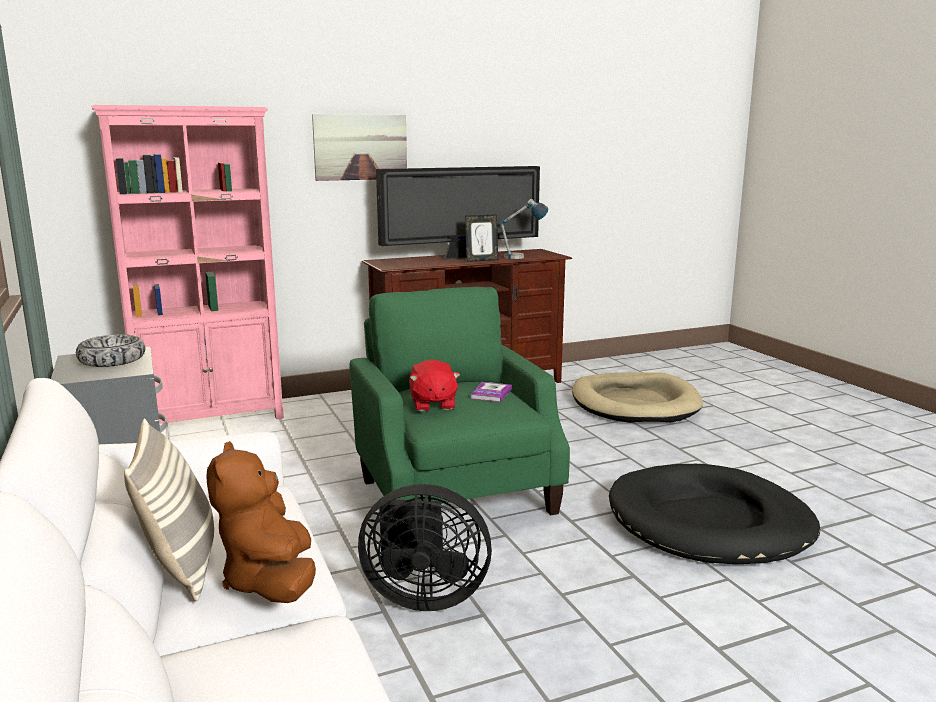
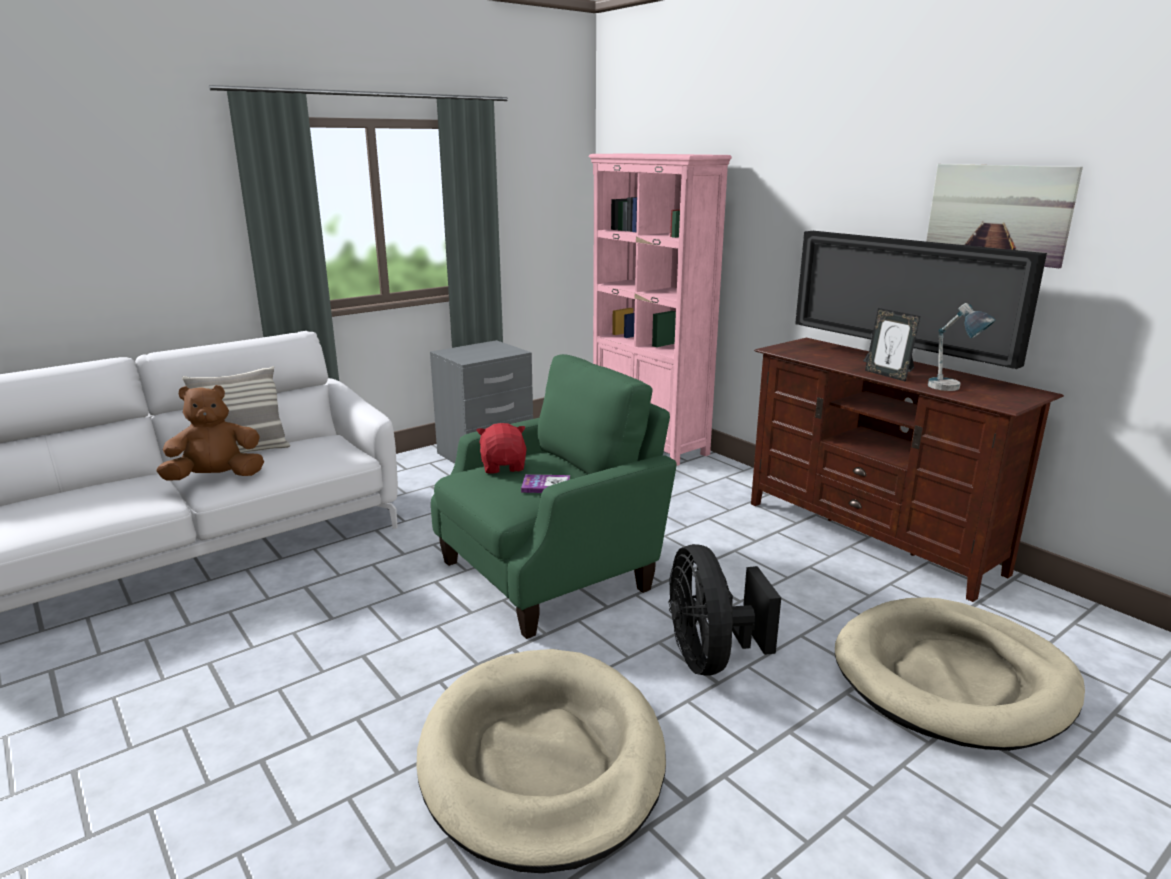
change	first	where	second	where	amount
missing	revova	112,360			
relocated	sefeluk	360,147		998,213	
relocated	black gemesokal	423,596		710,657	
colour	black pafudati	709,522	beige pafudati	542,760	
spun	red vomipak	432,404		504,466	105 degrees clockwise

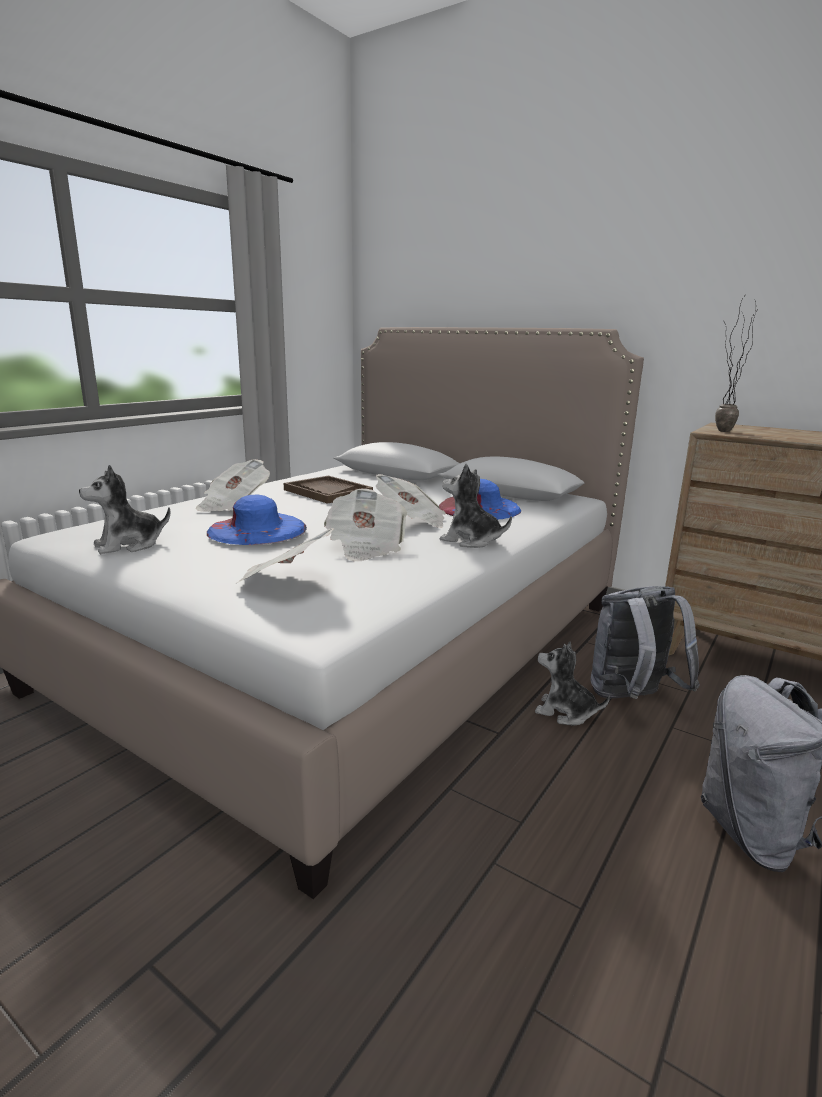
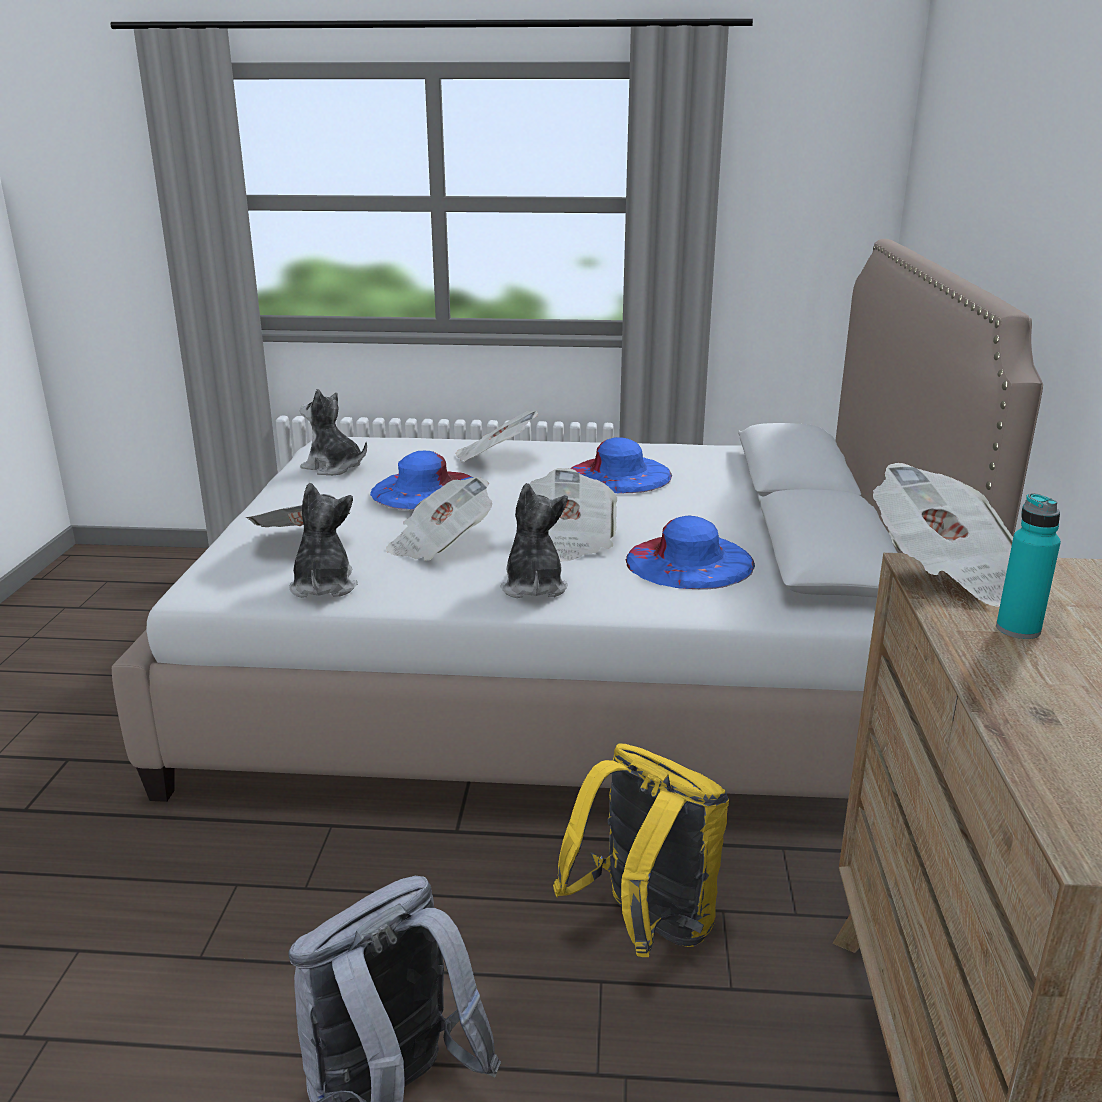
change	first	where	second	where	amount
appeared			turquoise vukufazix	1018,629	
relocated	vomipak	565,712		323,586	
exchanged	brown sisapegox	327,492	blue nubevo	619,475	
exchanged	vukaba	719,431	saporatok	946,572	
colour	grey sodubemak	631,699	yellow sodubemak	645,927	

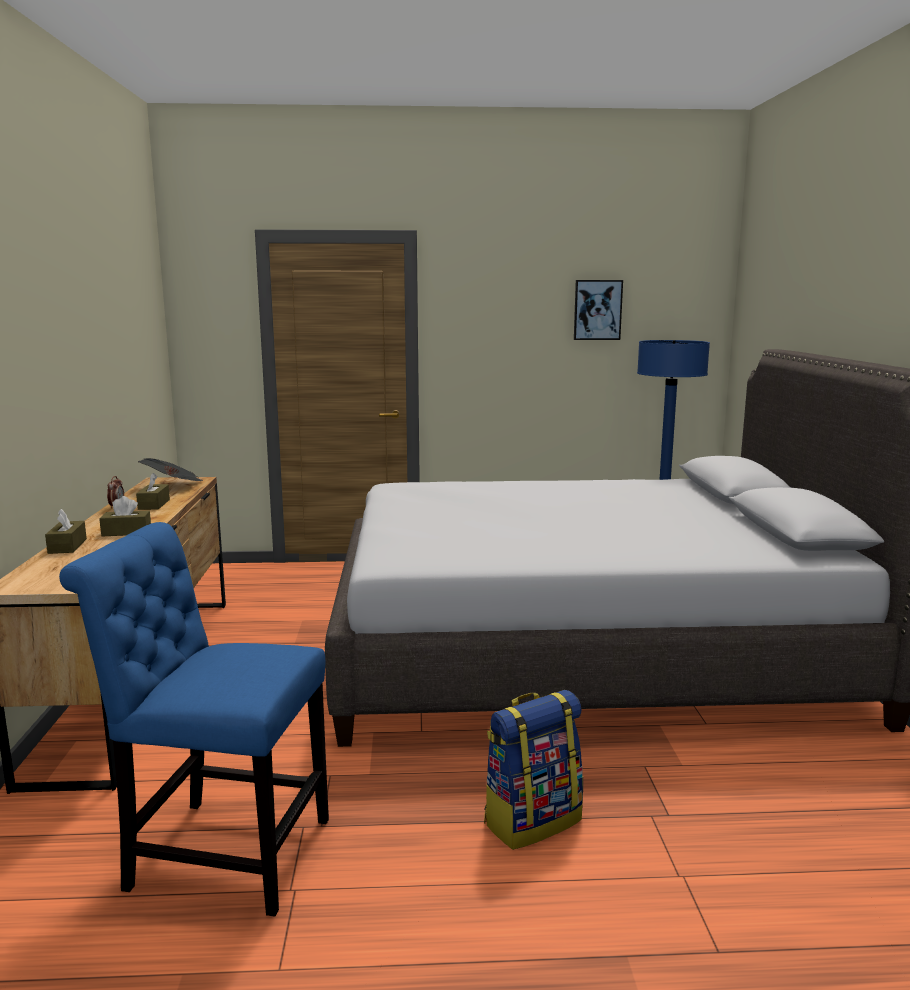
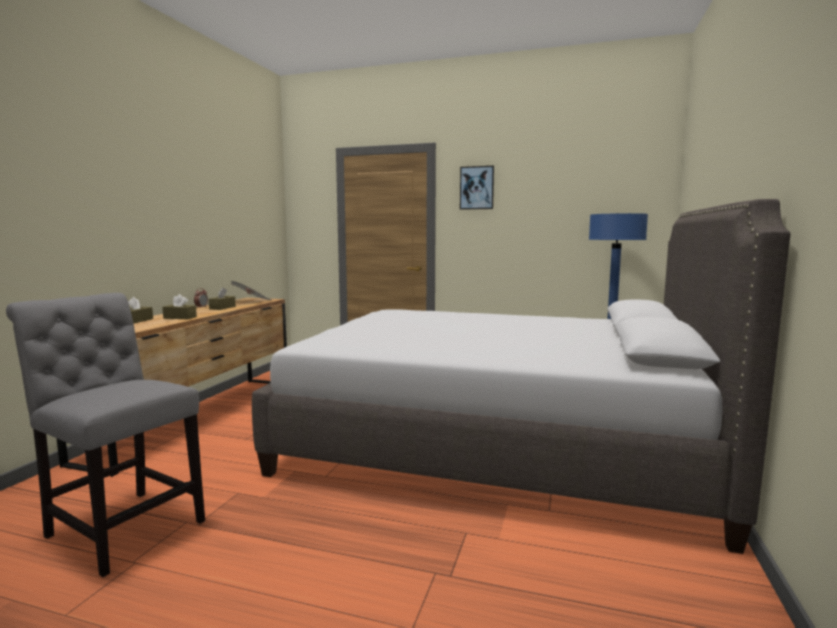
change	first	where	second	where	amount
missing	sodubemak	532,820			
relocated	sefeluk	597,310		477,188	
colour	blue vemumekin	220,852	grey vemumekin	122,527	

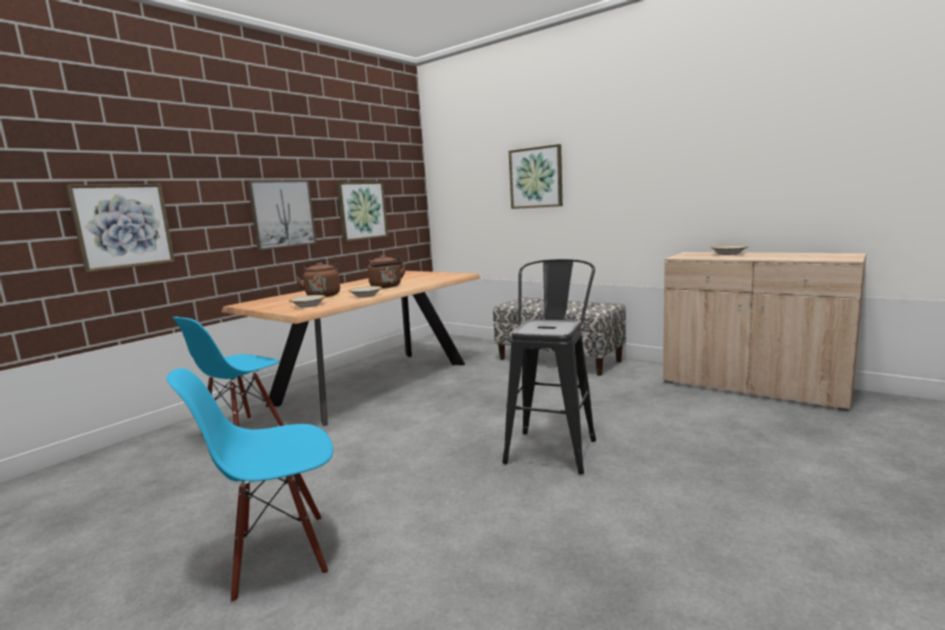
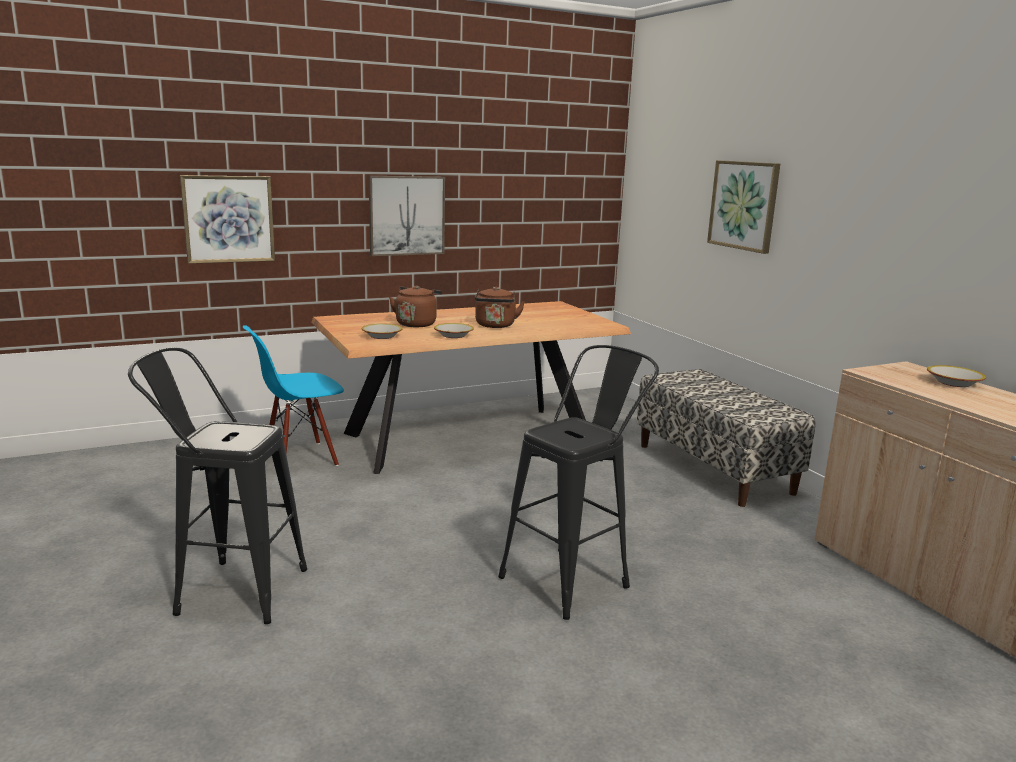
change	first	where	second	where	amount
missing	sefeluk	362,210			
exchanged	blue vemumekin	280,555	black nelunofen	229,590	

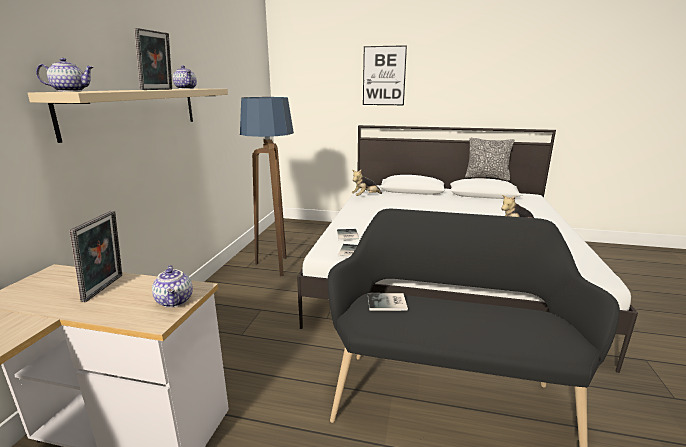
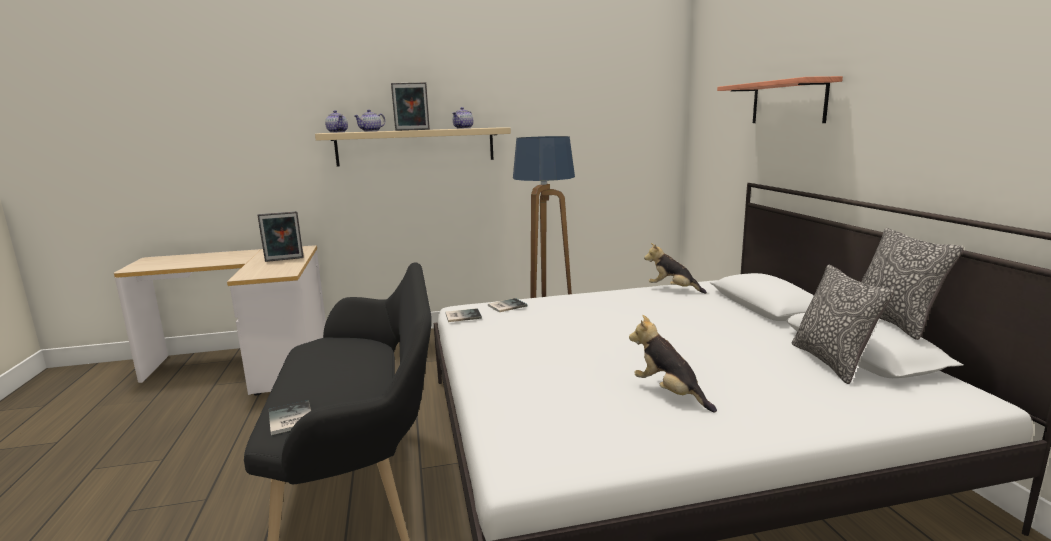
change	first	where	second	where	amount
appeared			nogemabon	831,362	
relocated	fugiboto	175,301		371,131	
relocated	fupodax	388,303		289,419	
exchanged	sefeluk	384,76	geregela	788,102	

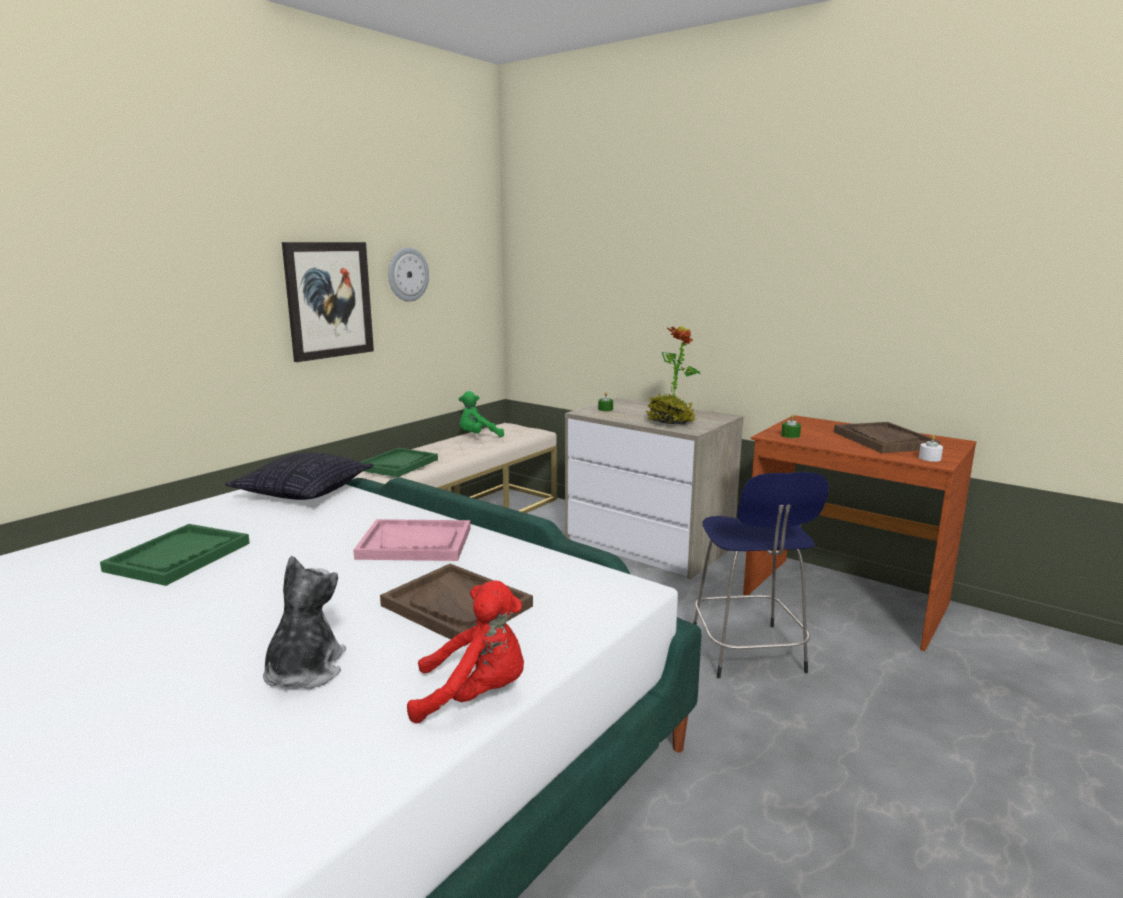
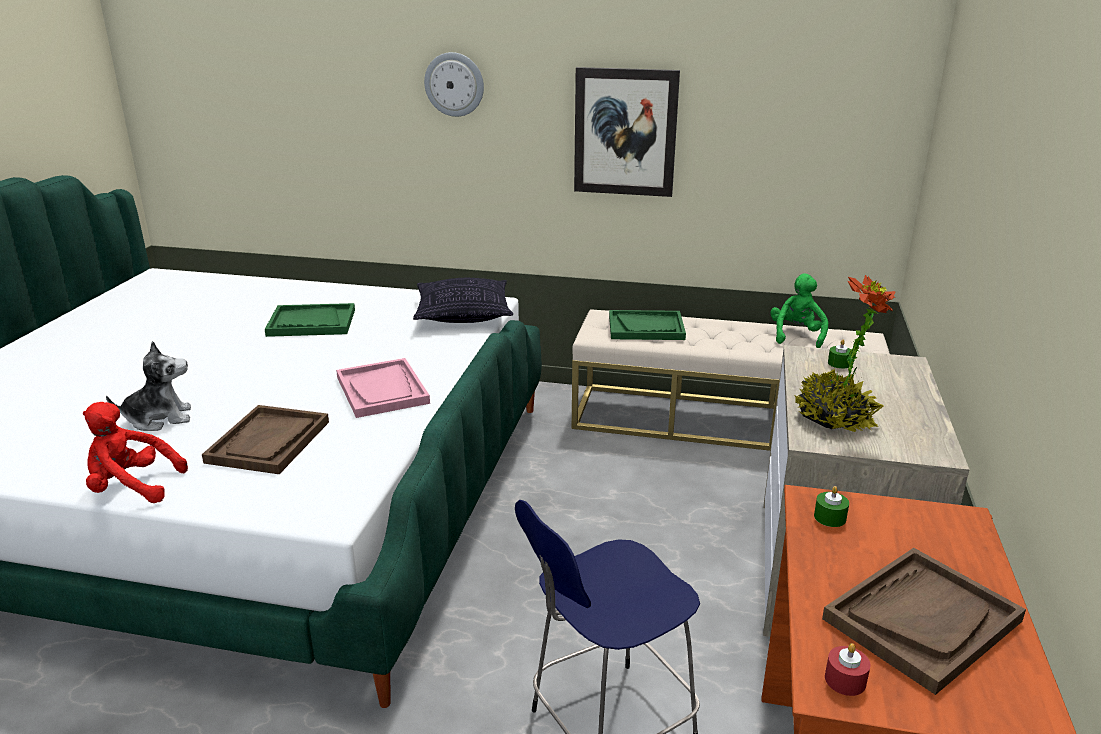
change	first	where	second	where	amount
relocated	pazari	407,274		454,84	
colour	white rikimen	929,458	red rikimen	845,680	
spun	red vomipak	475,696		132,487	120 degrees clockwise
spun	green vomipak	478,437		796,336	60 degrees clockwise

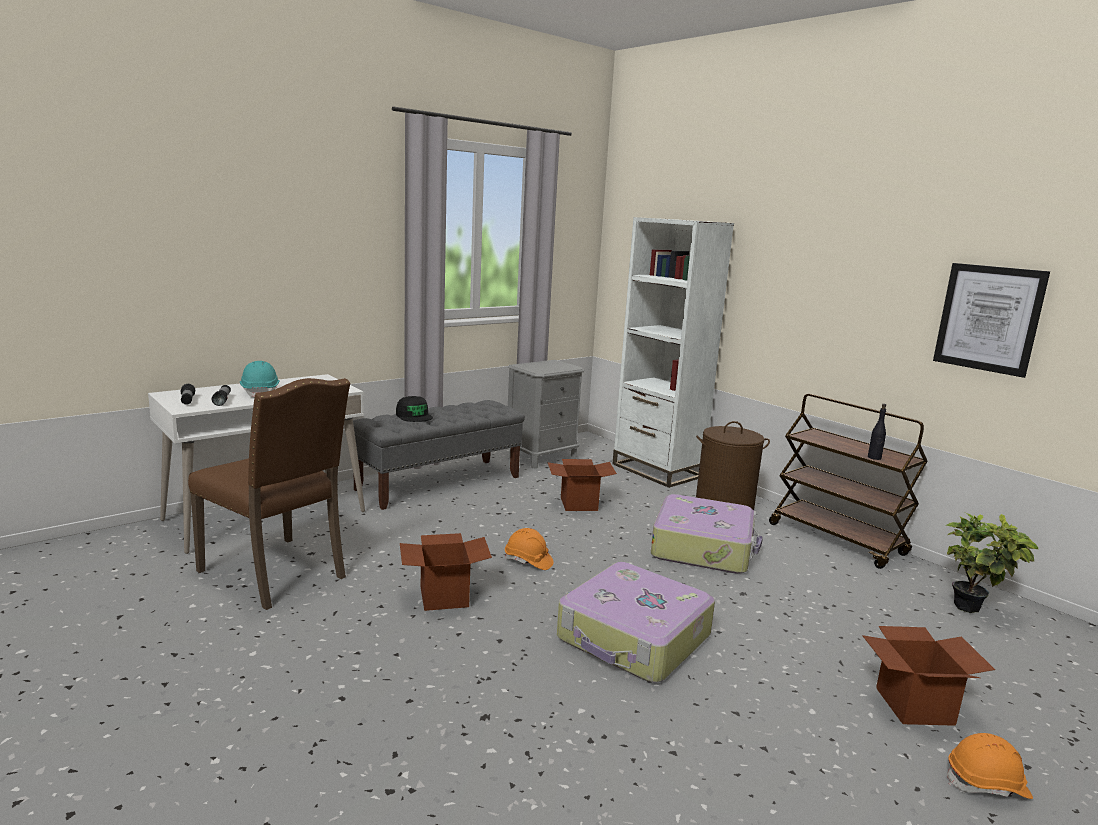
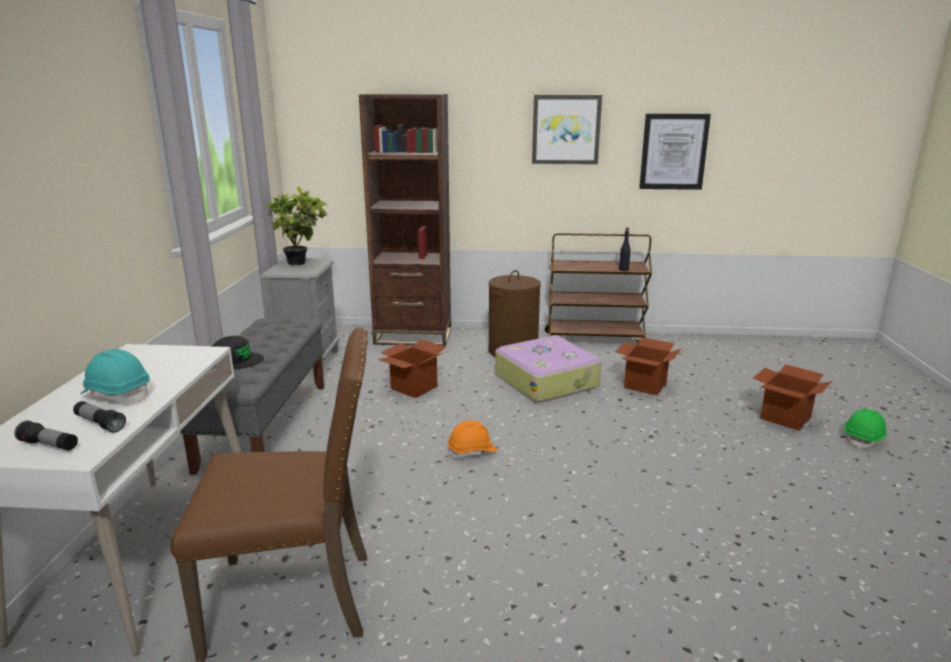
change	first	where	second	where	amount
missing	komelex	634,638			
appeared			sefeluk	566,129	
relocated	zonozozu	444,597		645,385	
relocated	vukaba	974,609		302,263	
colour	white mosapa	657,470	brown mosapa	413,336	
colour	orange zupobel	987,784	green zupobel	864,439	

